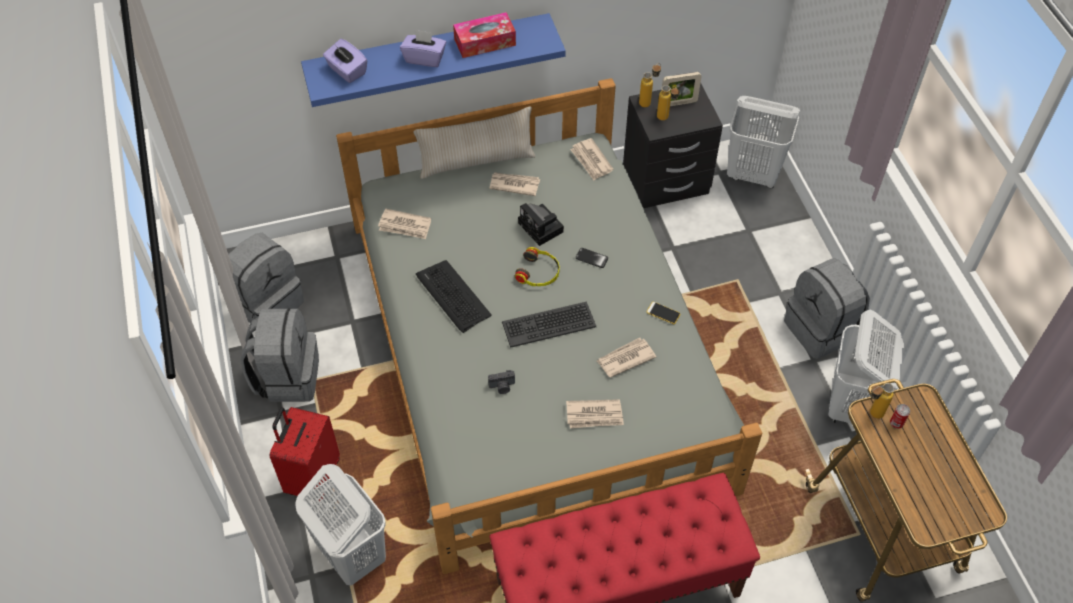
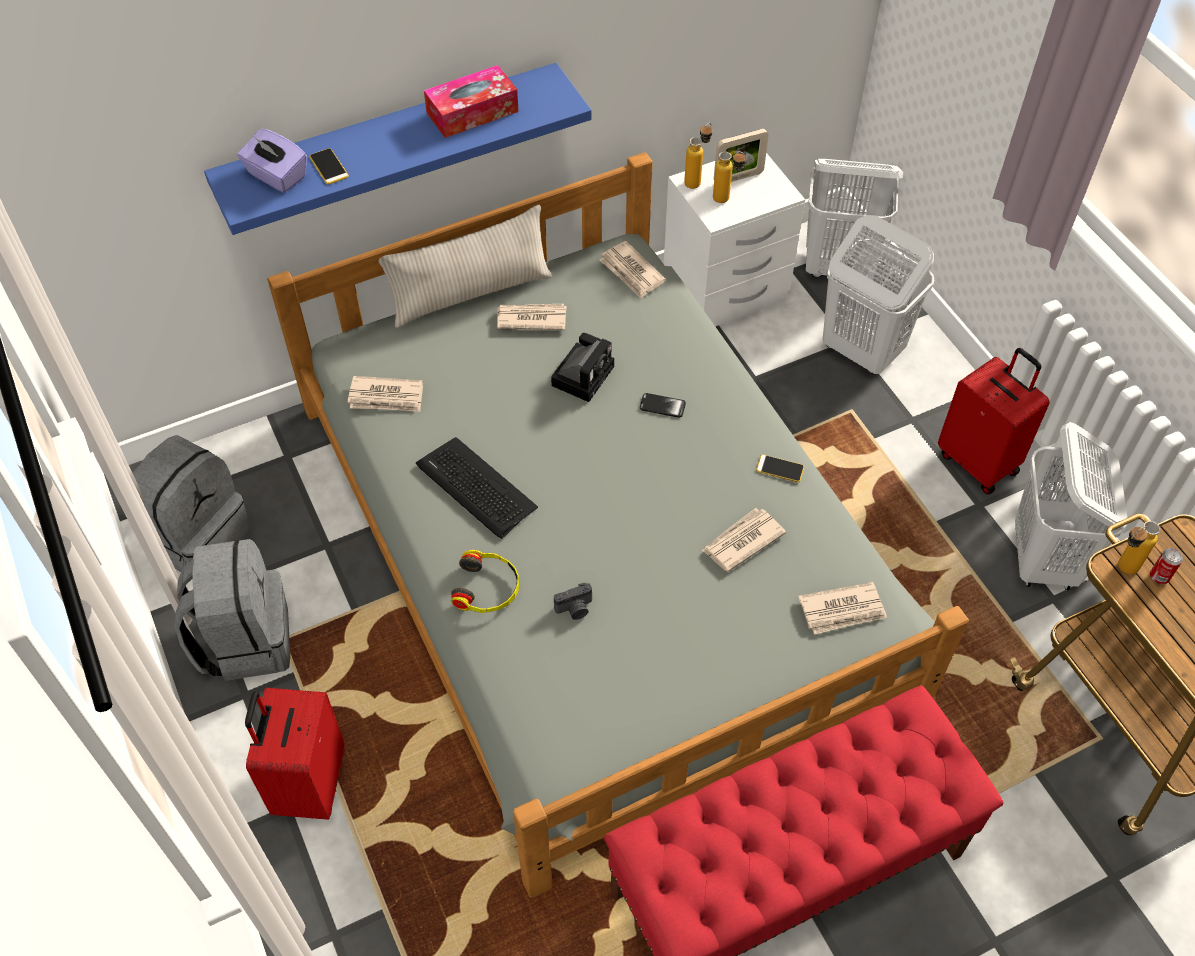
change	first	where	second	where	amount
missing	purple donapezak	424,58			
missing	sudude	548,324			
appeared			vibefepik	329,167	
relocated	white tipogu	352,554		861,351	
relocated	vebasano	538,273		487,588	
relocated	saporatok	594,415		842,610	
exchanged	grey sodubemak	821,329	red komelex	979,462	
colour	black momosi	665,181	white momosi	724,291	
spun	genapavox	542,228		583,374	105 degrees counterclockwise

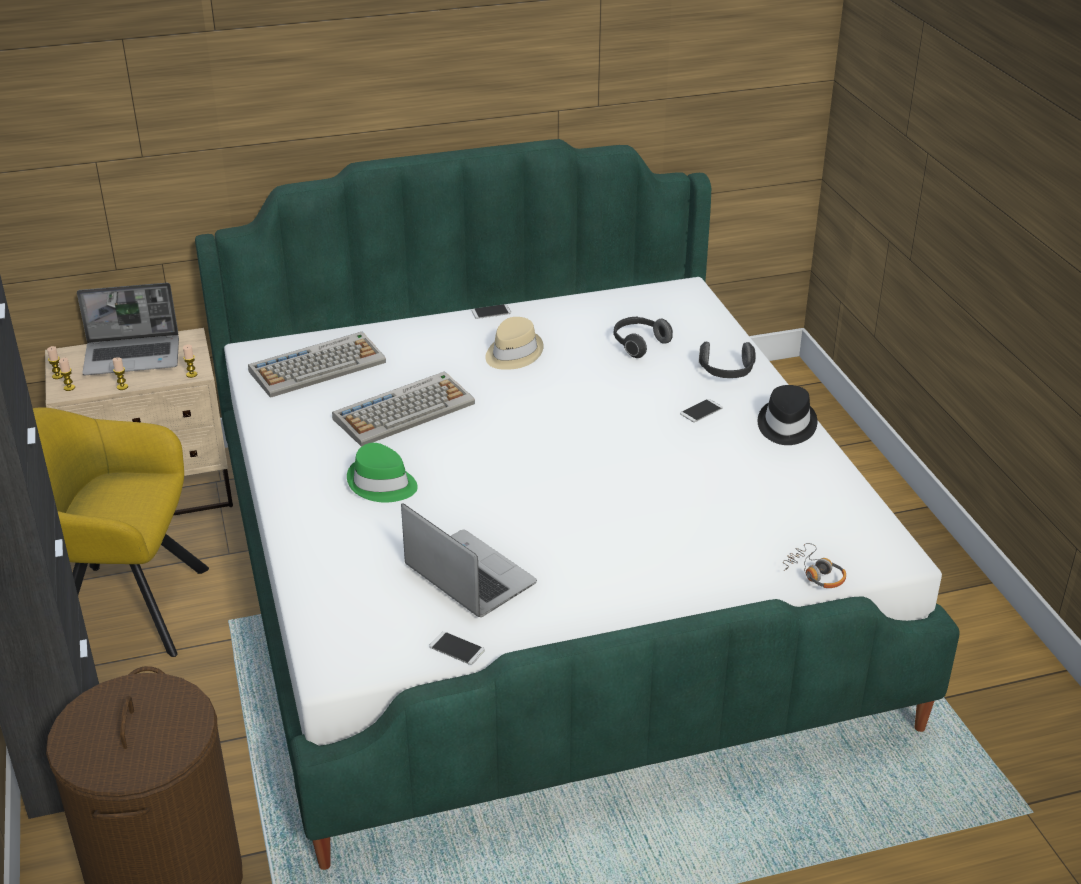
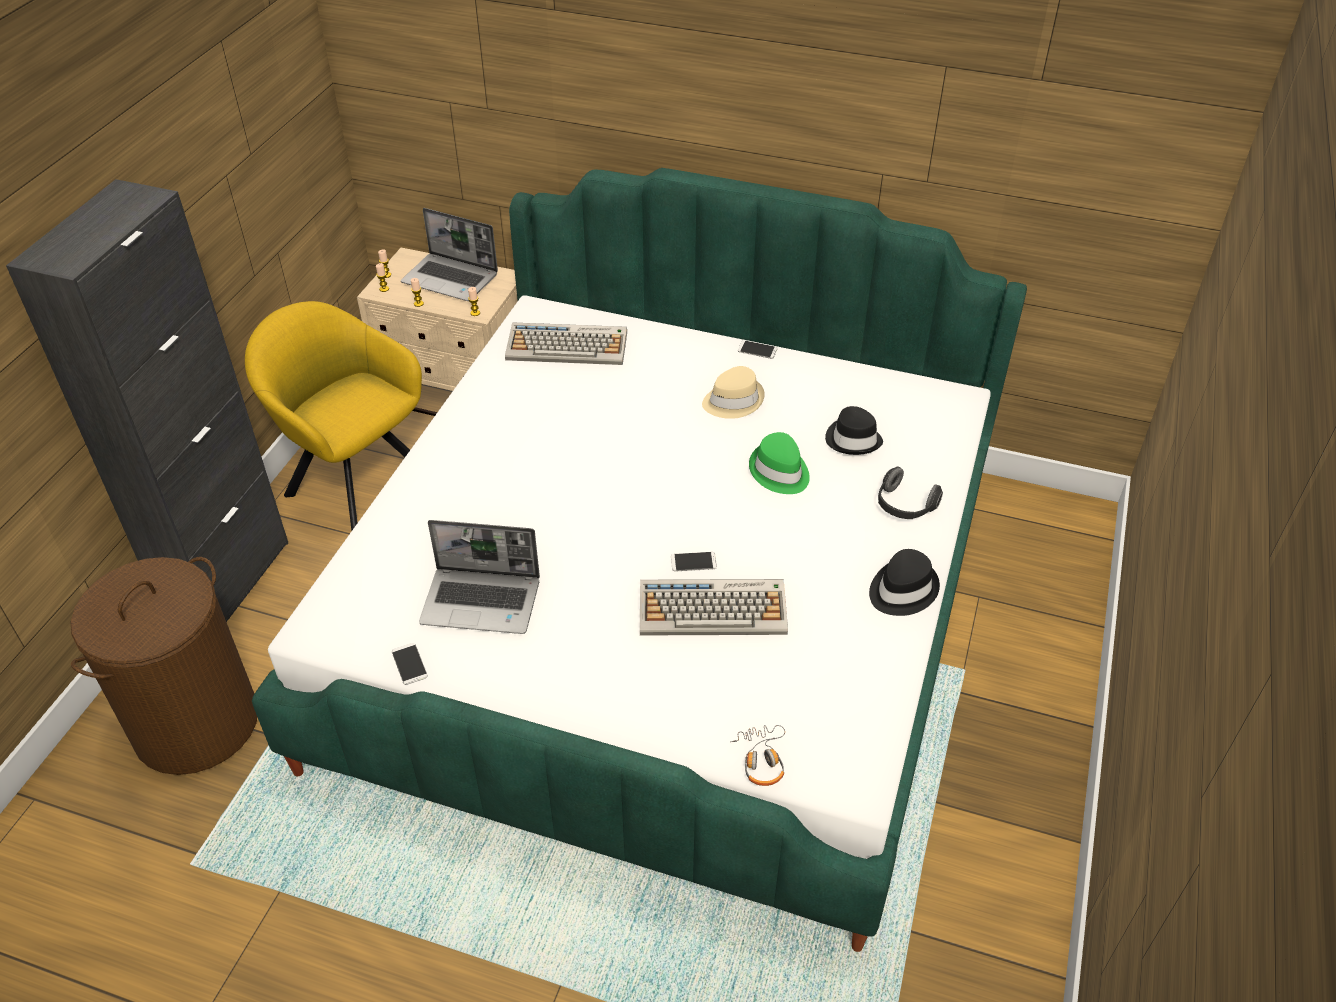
change	first	where	second	where	amount
relocated	sudude	404,410		714,608	
relocated	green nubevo	382,484		779,472	
relocated	vibefepik	701,411		693,562	
exchanged	vebasano	638,344	black nubevo	853,439	
spun	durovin	467,576		483,601	105 degrees clockwise

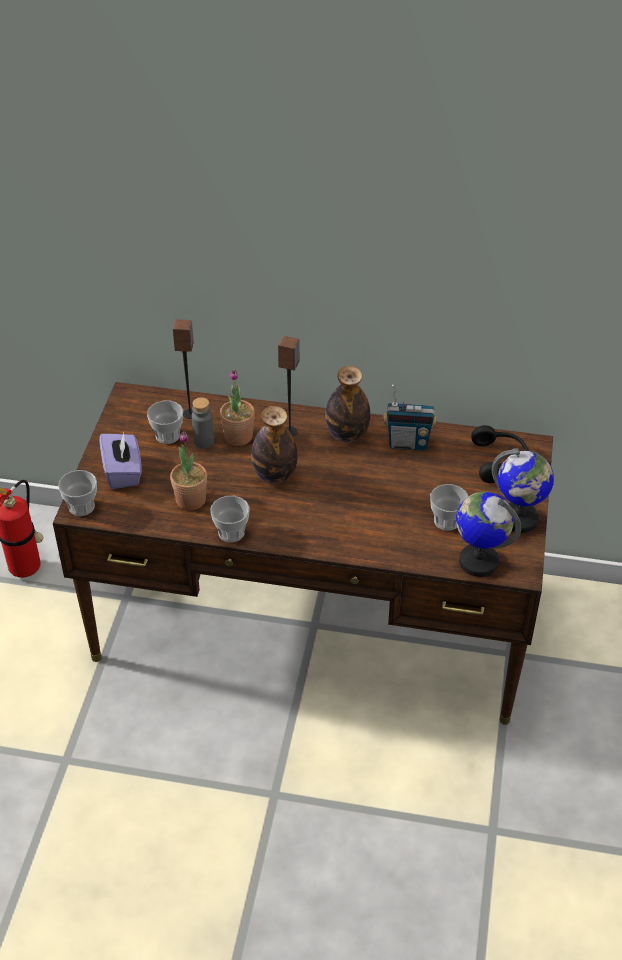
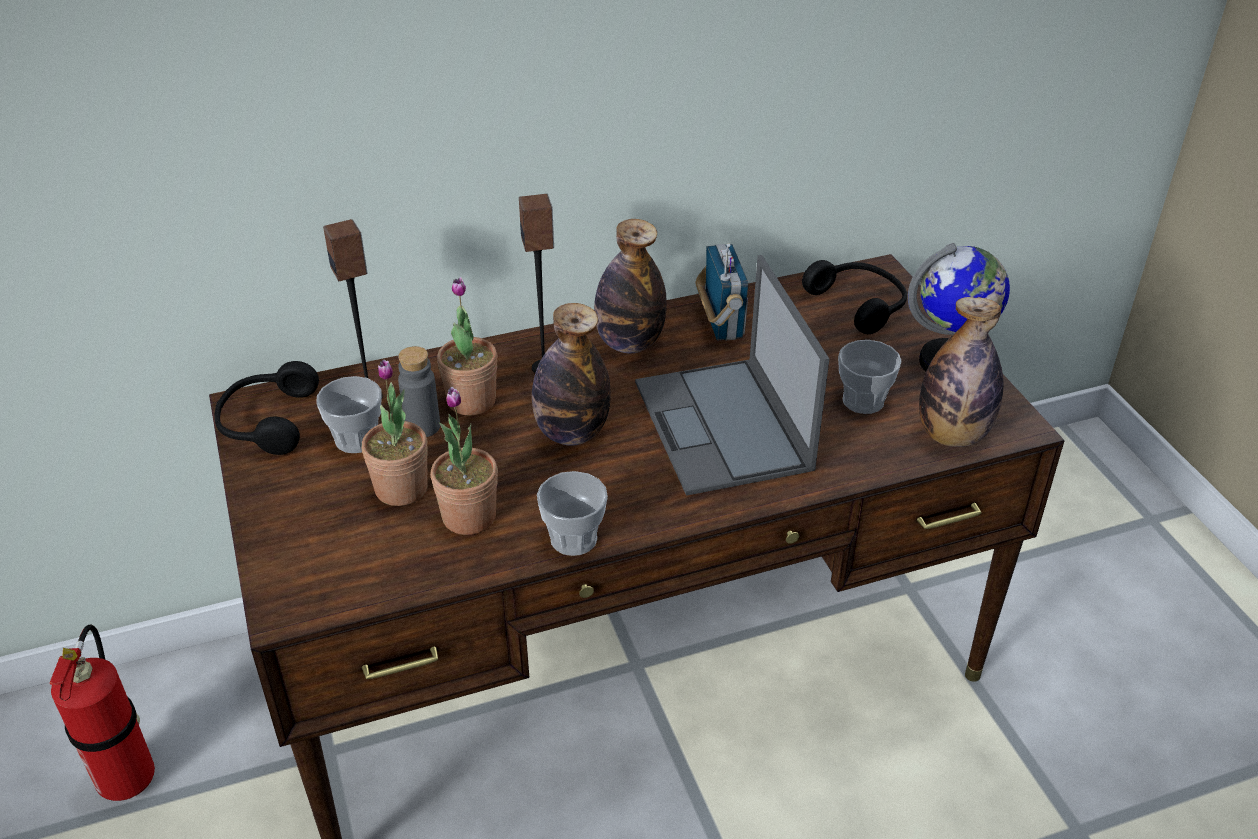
change	first	where	second	where	amount
missing	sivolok	81,507			
missing	purple donapezak	123,472			
appeared			black vebasano	266,422	
appeared			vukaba	401,488	
appeared			durovin	724,427	
exchanged	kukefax	478,561	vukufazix	952,435	
spun	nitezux	408,443		722,324	75 degrees counterclockwise

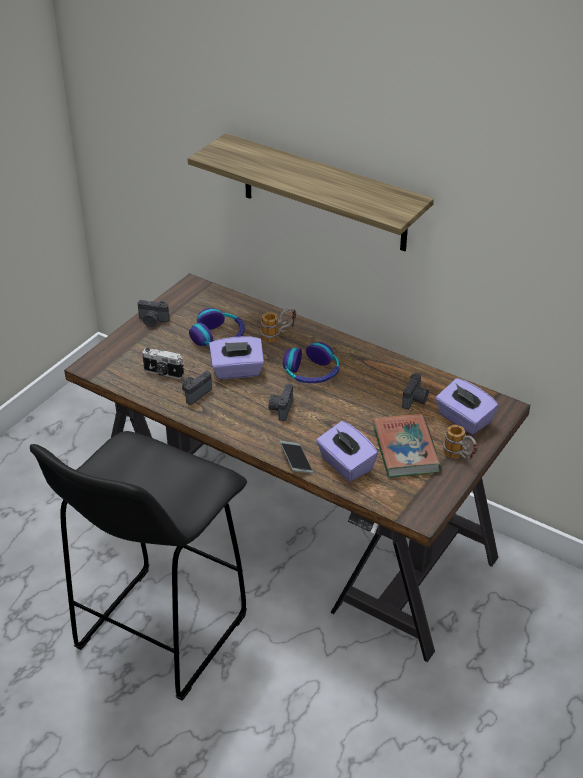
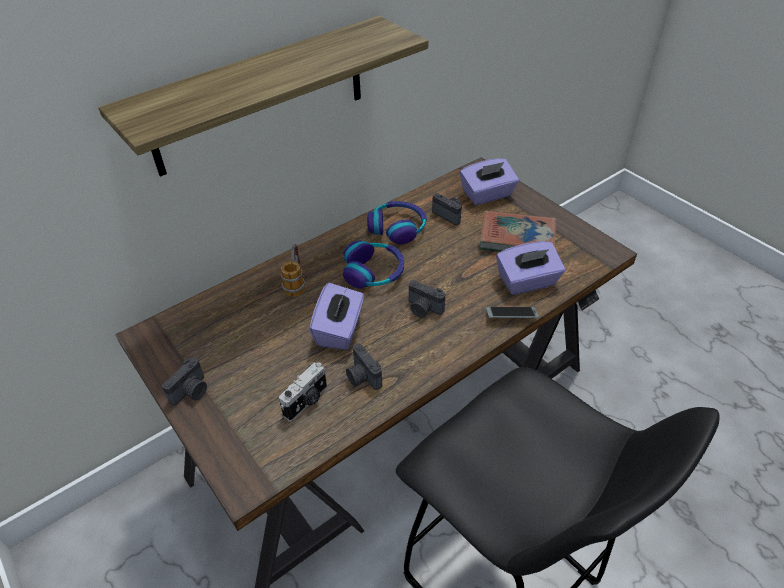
change	first	where	second	where	amount
missing	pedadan	460,457			
relocated	vebasano	218,336		397,228	

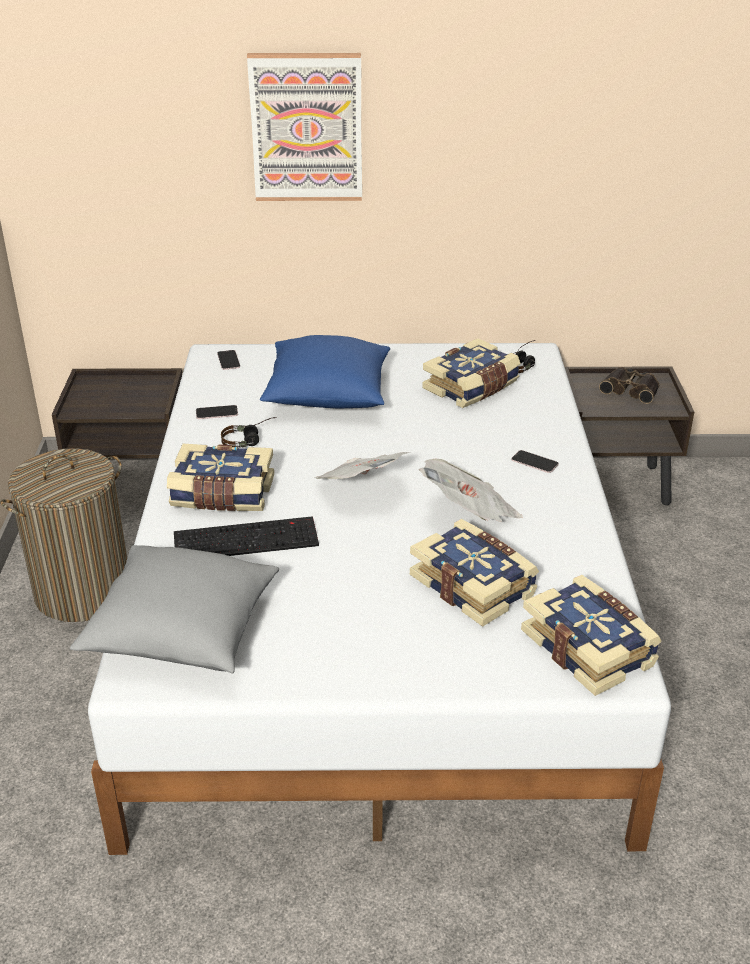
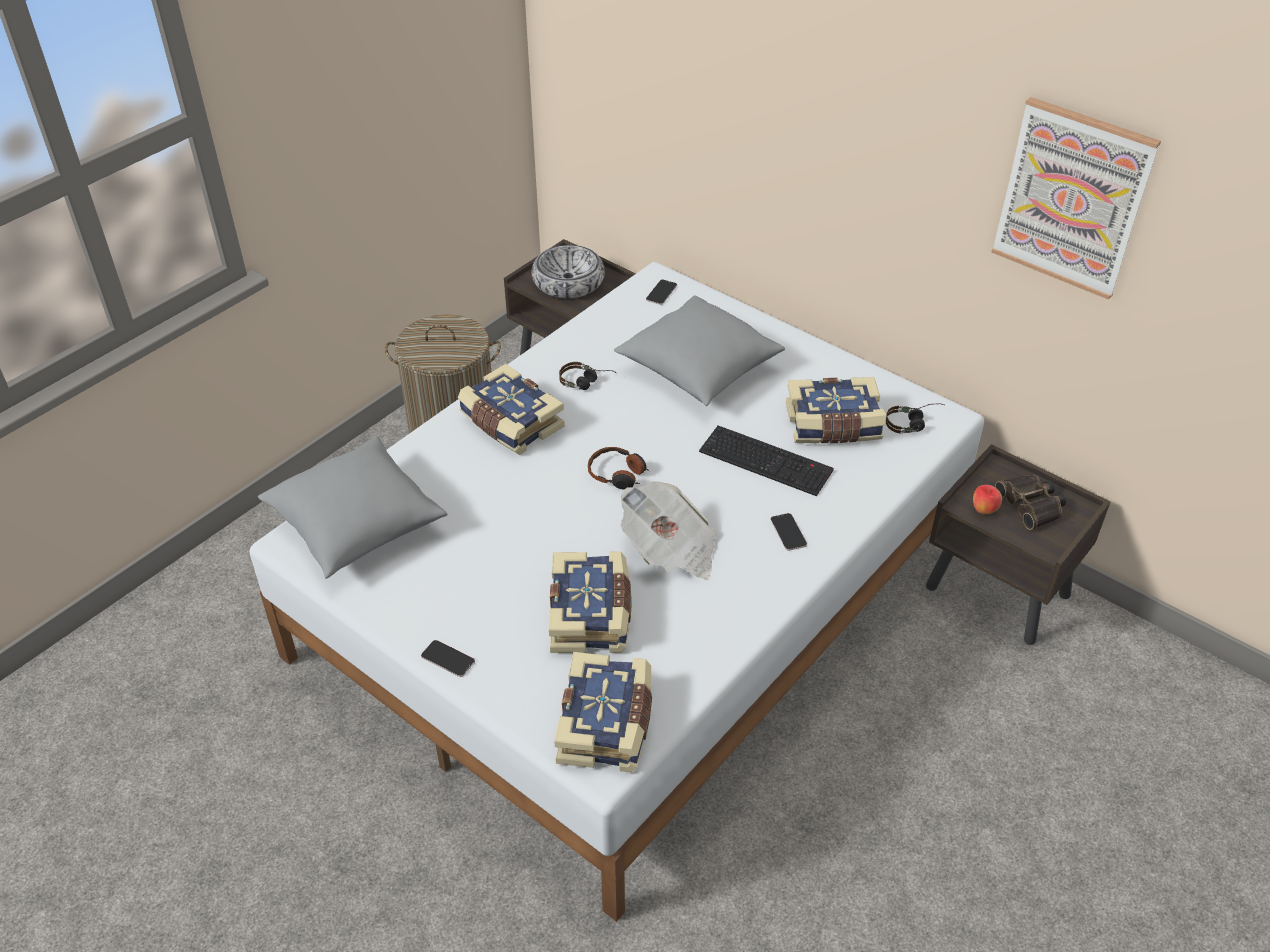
change	first	where	second	where	amount
appeared			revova	568,281	
appeared			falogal	983,510	
relocated	sudude	247,538		768,460	
relocated	vibefepik	217,413		448,659	
relocated	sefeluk	306,128		1072,198	
exchanged	saporatok	361,486	vebasano	618,474	
colour	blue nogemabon	327,396	grey nogemabon	698,370	

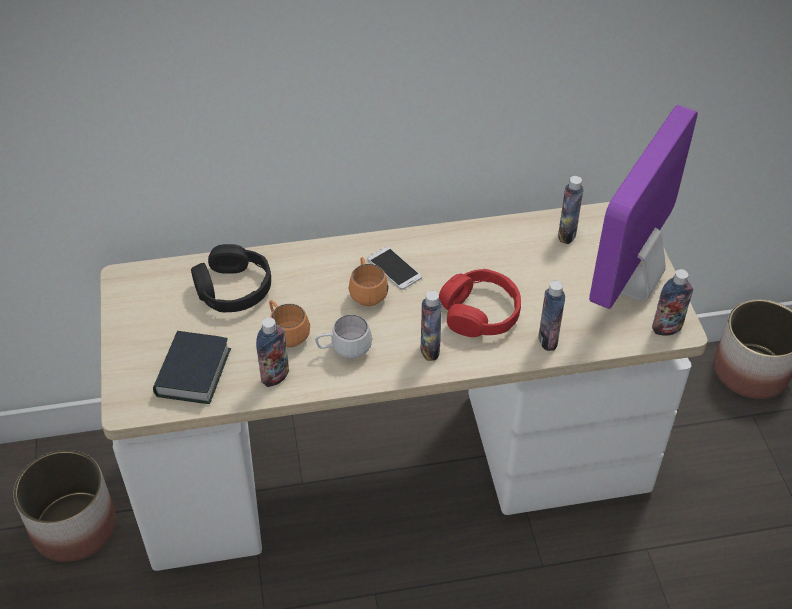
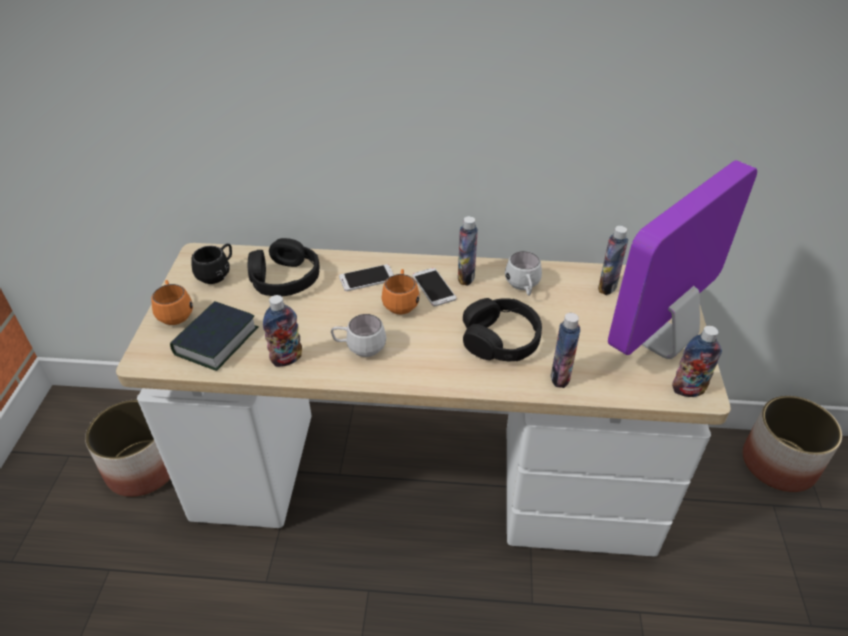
change	first	where	second	where	amount
appeared			black pedadan	218,274	
appeared			vibefepik	367,278	
appeared			white pedadan	523,288	
relocated	orange pedadan	286,333		175,313	
relocated	vukufazix	430,349		466,277	
colour	red vebasano	480,313	black vebasano	500,339	

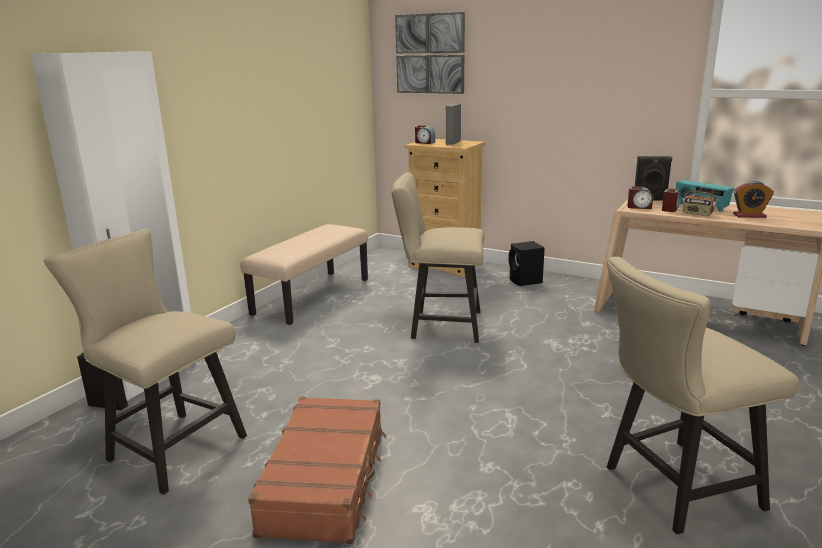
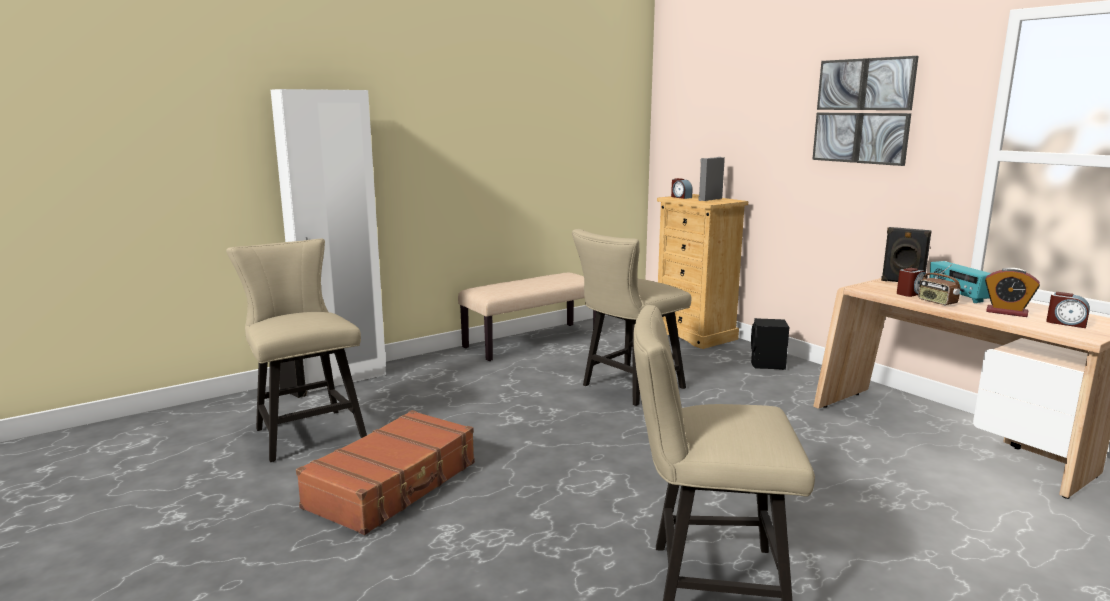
change	first	where	second	where	amount
relocated	sefeluk	430,54		863,111	
relocated	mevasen	639,207		1066,323	
spun	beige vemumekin	440,325		627,388	75 degrees counterclockwise

